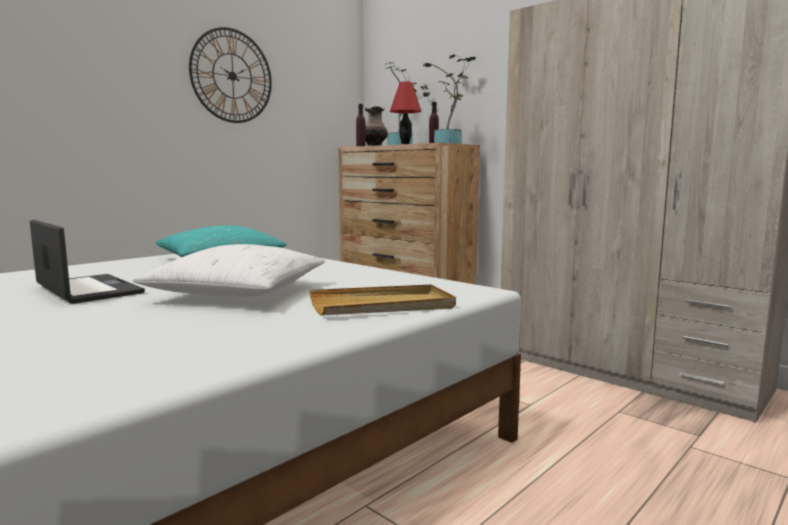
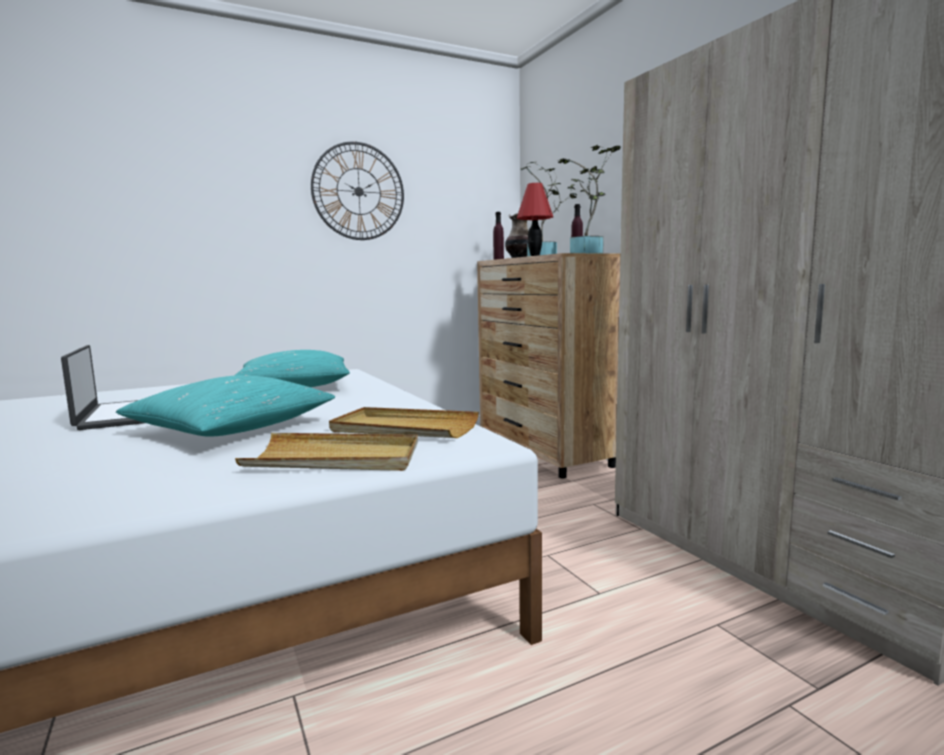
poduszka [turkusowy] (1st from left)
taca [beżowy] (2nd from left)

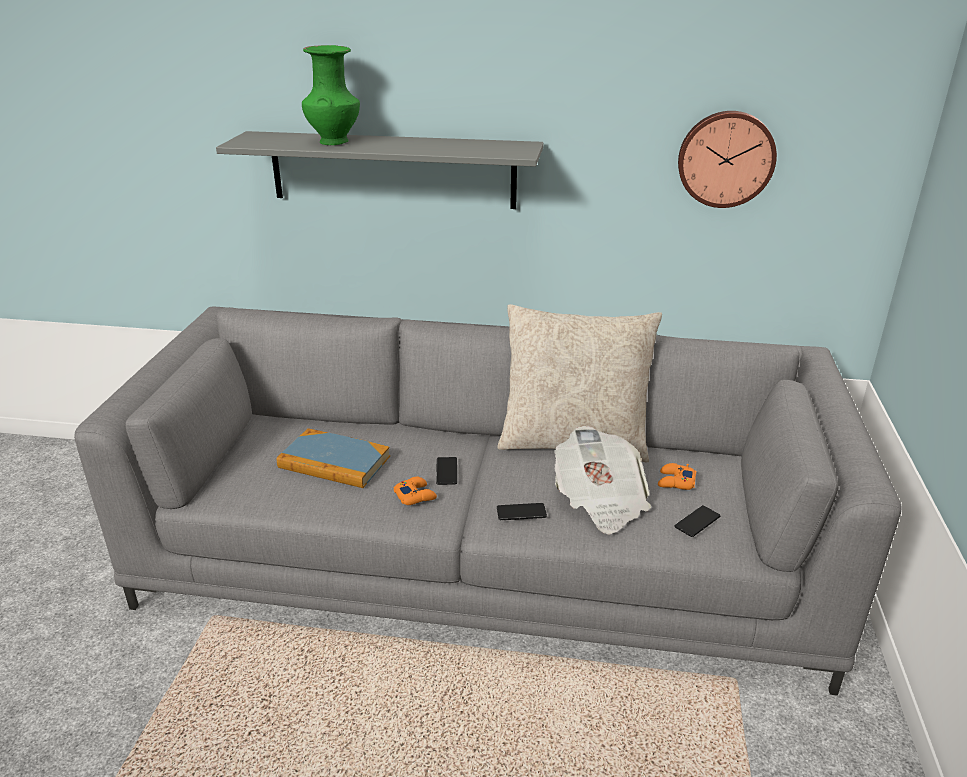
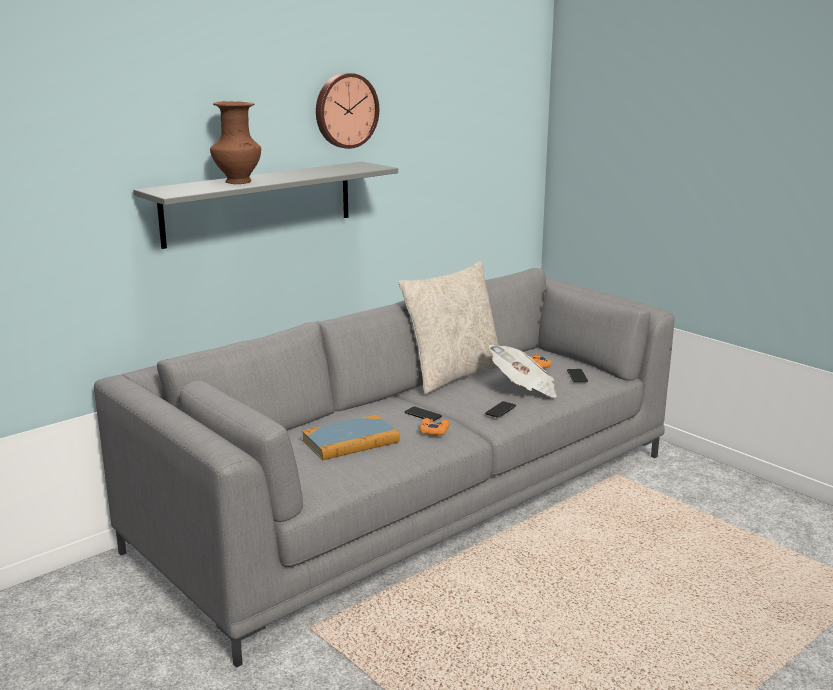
wazon [brązowy]
zegar ścienny

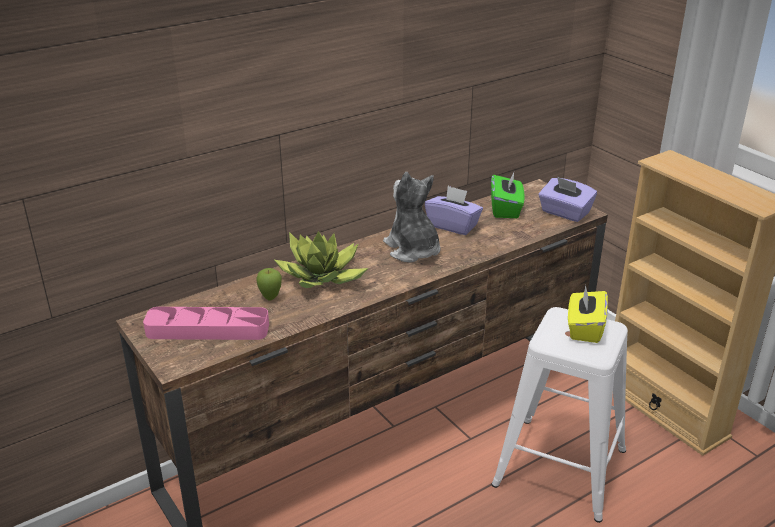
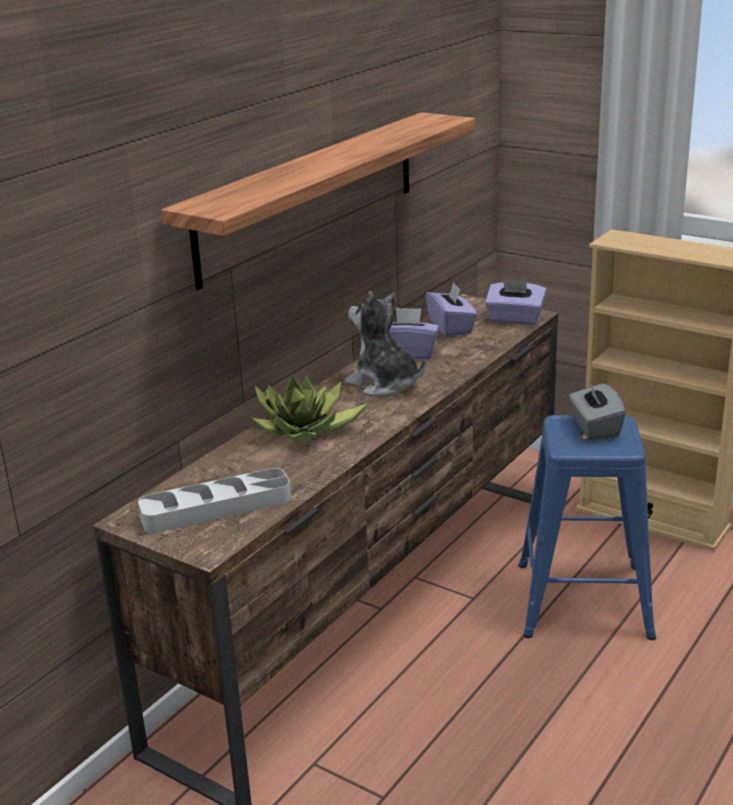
taca [szary]
półka
pudełko chusteczek [fioletowy] (2nd from left)
stołek [niebieski]
pudełko chusteczek [szary]
jabłko

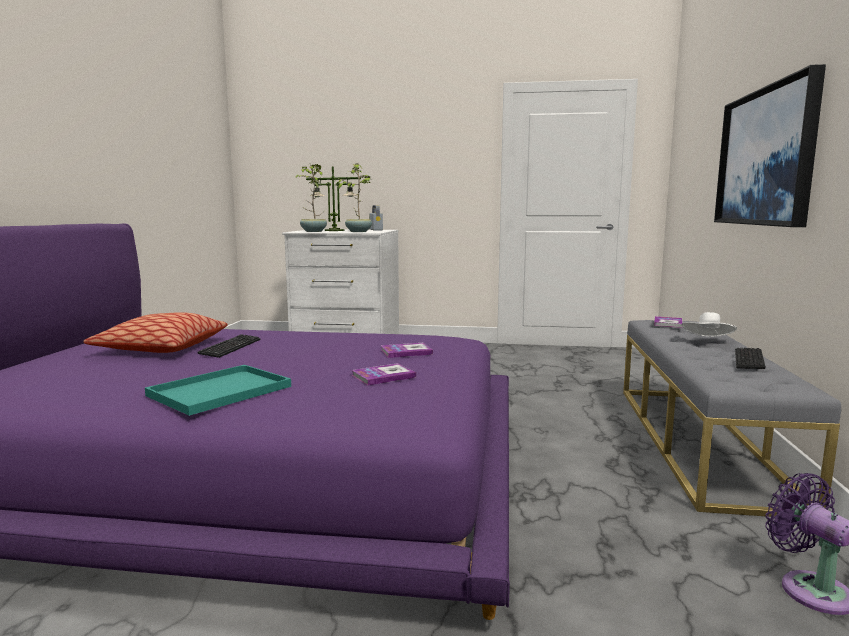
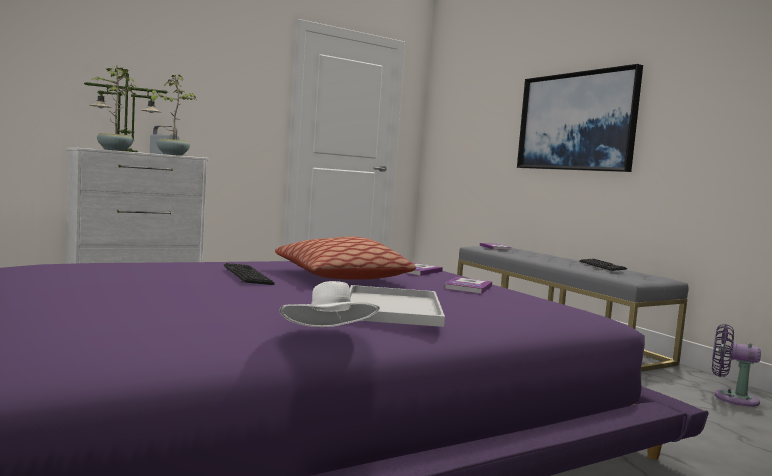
poduszka
kapelusz [biały]
taca [biały]

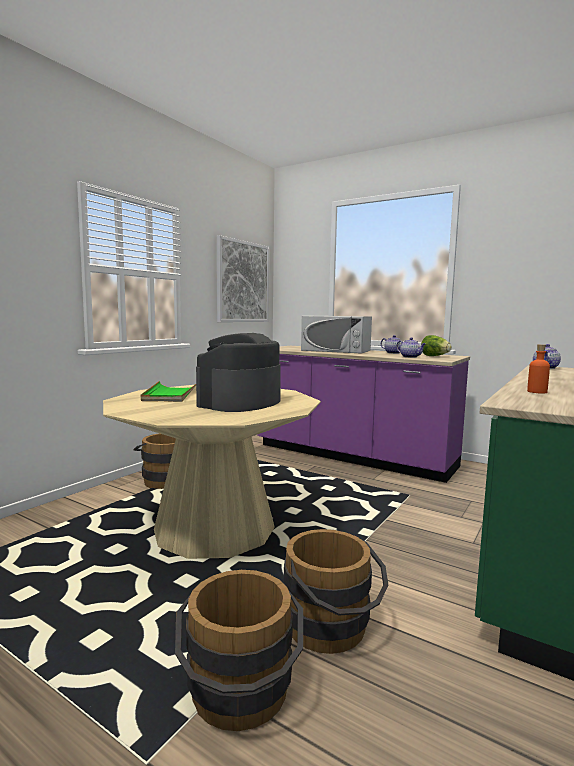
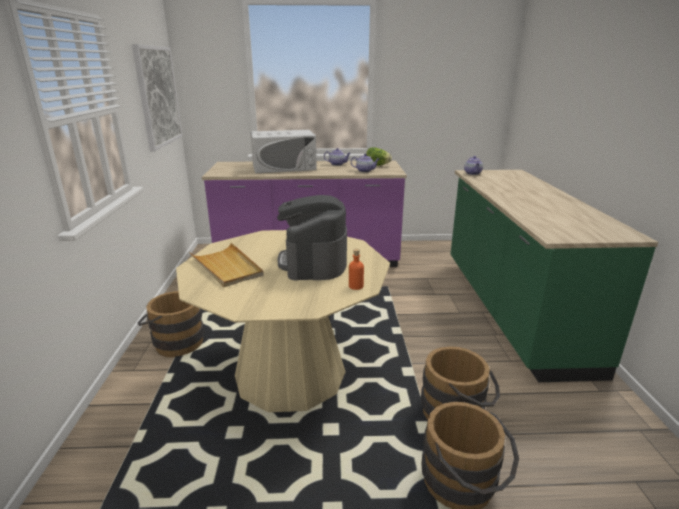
taca [beżowy]
butelka [pomarańczowy]

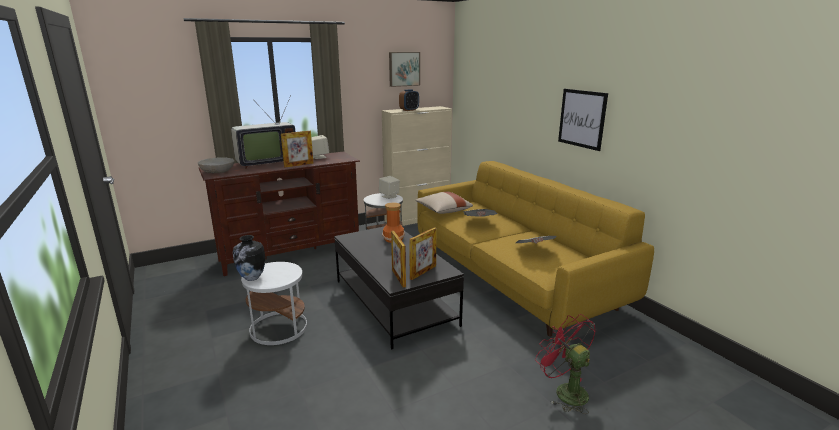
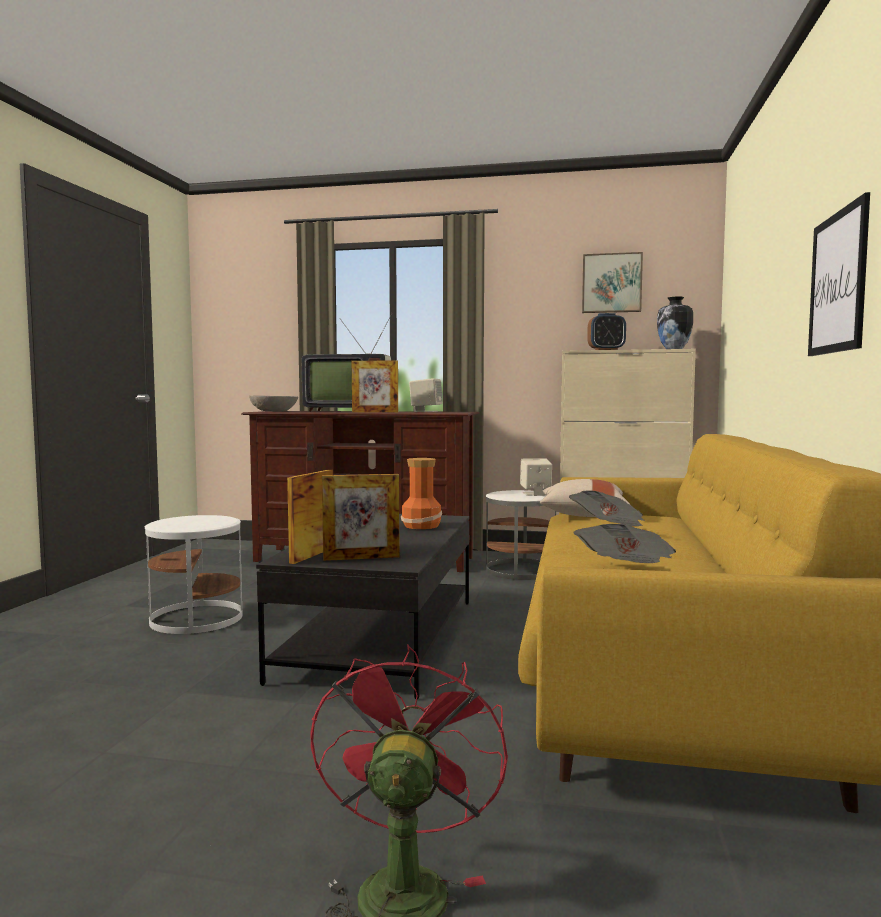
wazon (2nd from left)

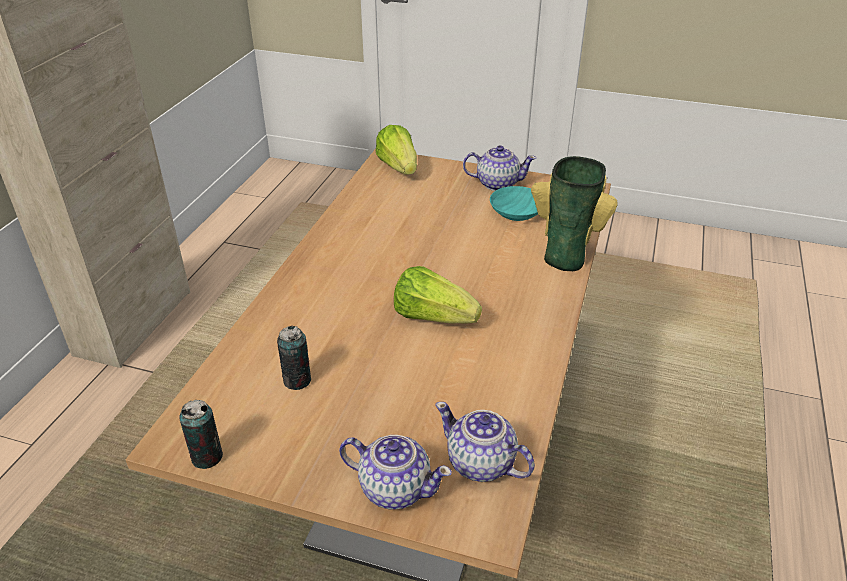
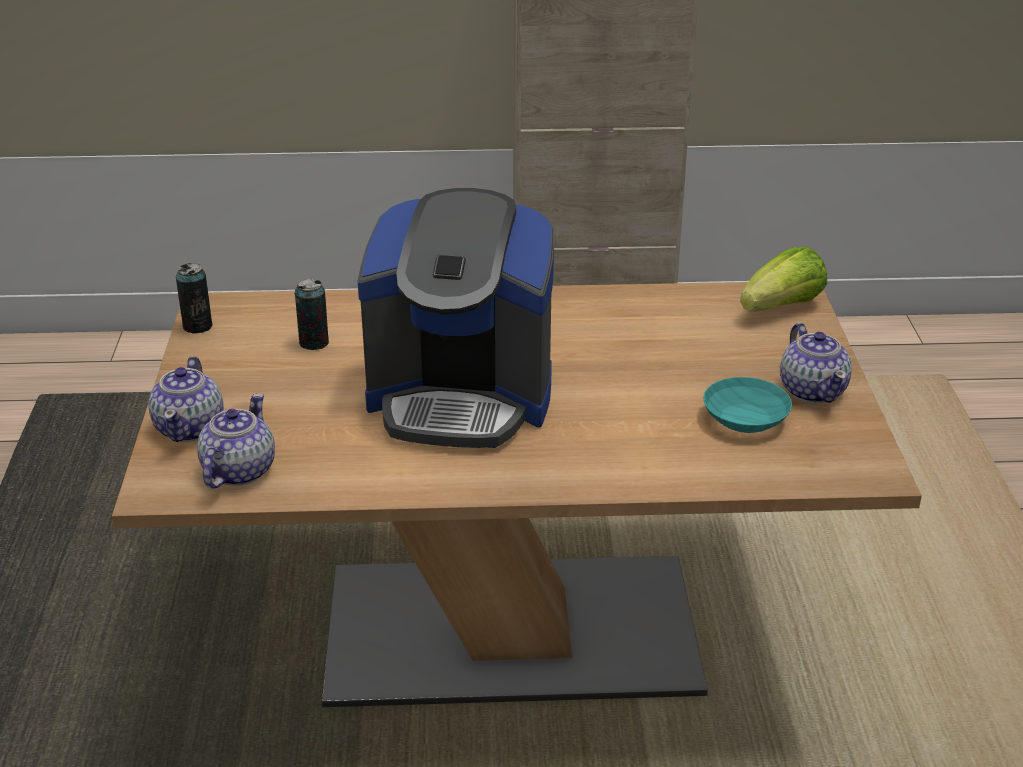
ekspres do kawy
wazon

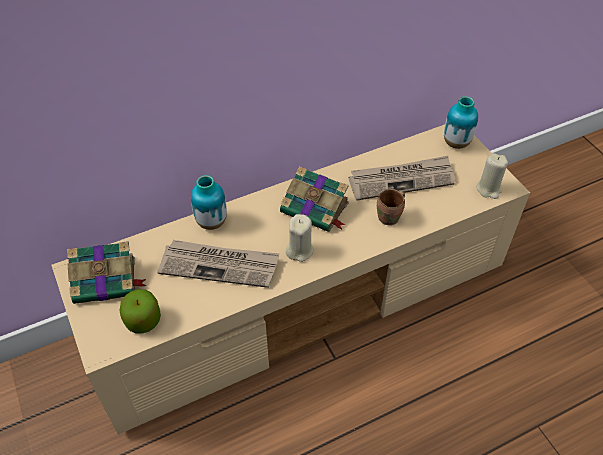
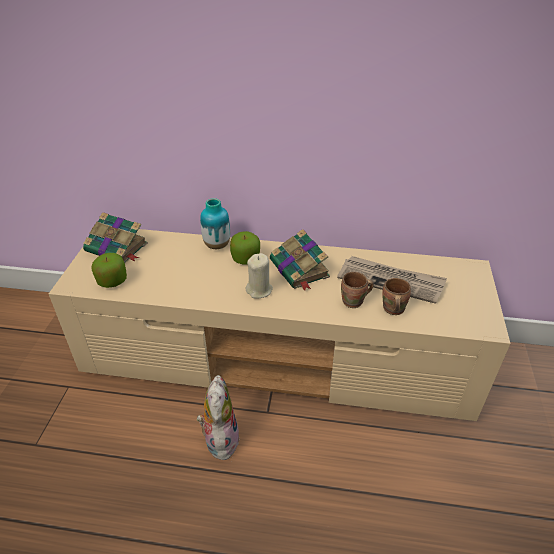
pluszak
jabłko (2nd from left)
kubek [brązowy] (2nd from left)
gazeta (1st from left in the first image)
wazon (2nd from left in the first image)
świeca [beżowy] (2nd from left in the first image)

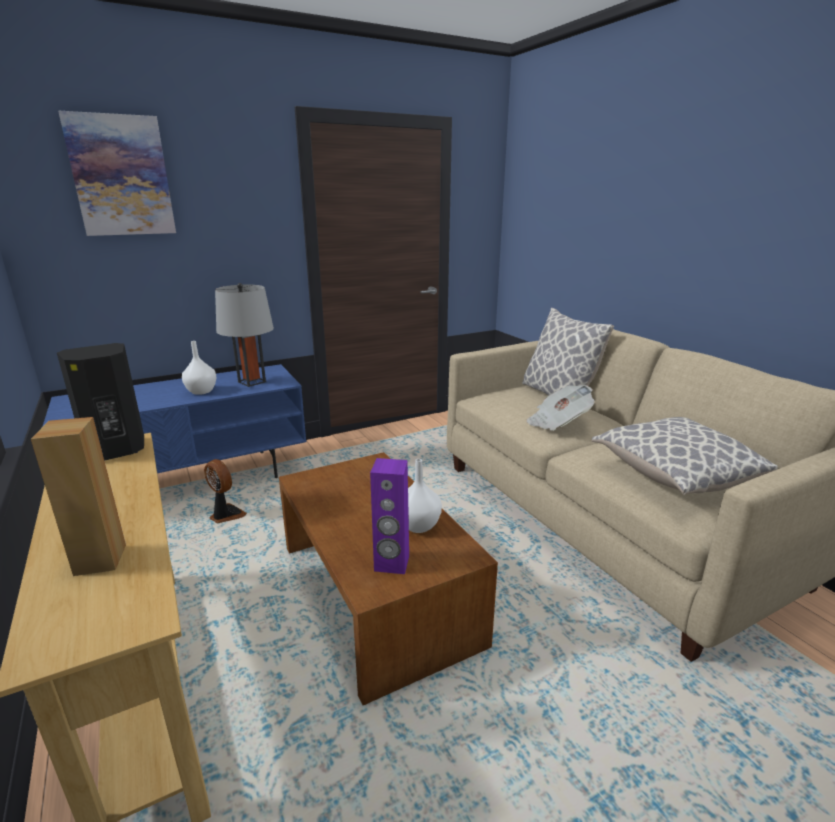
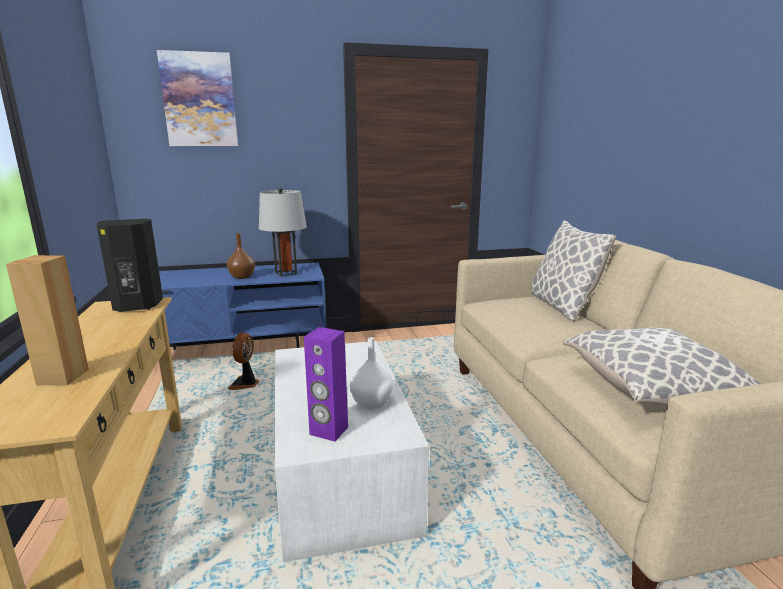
wazon [brązowy]
wentylator
ława [biały]
gazeta

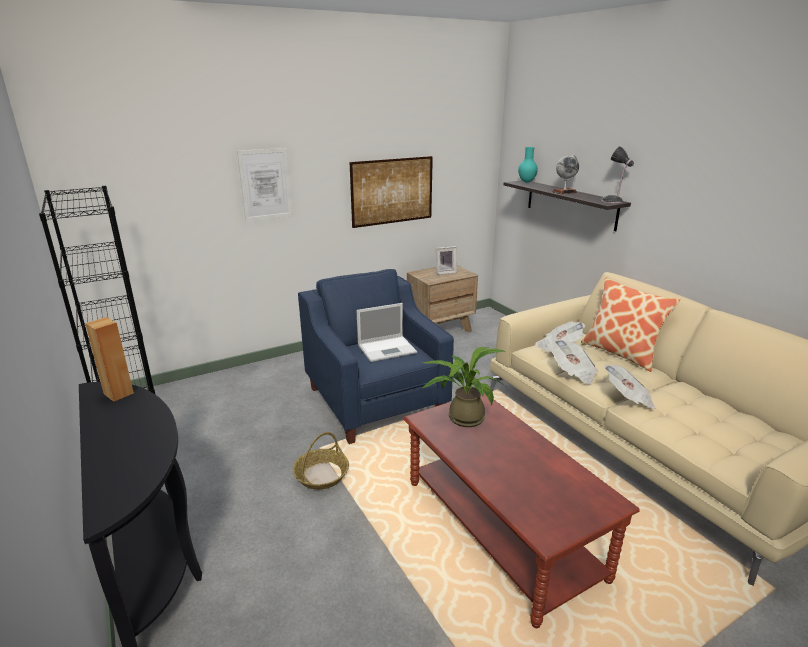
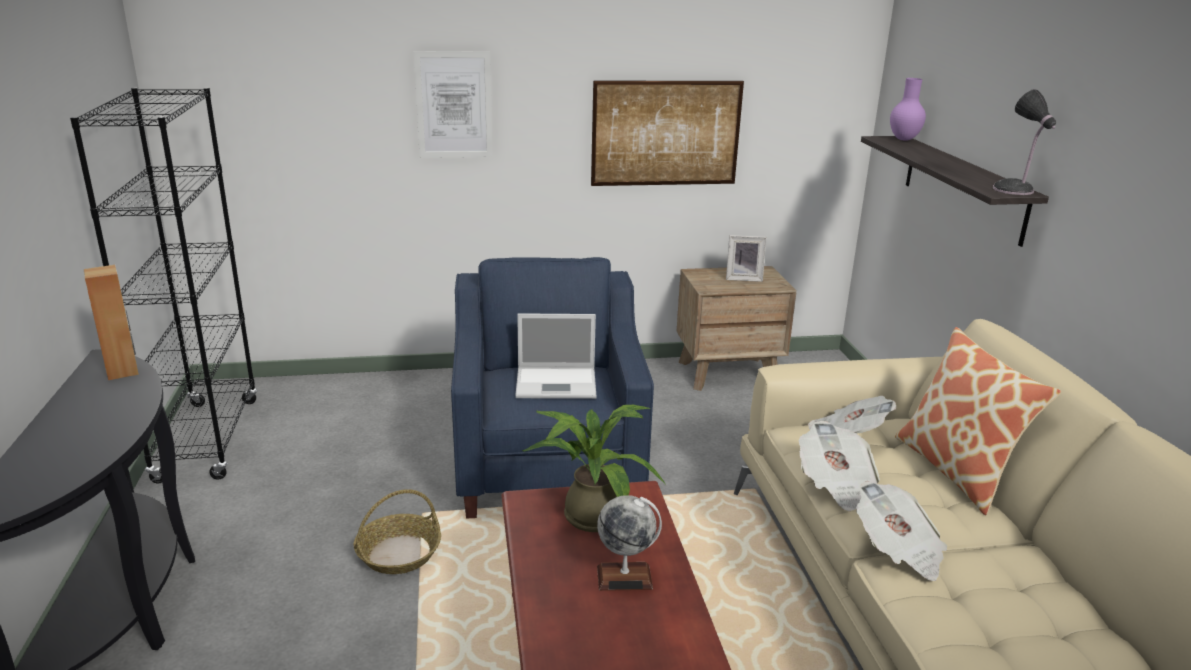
globus
wazon [fioletowy]

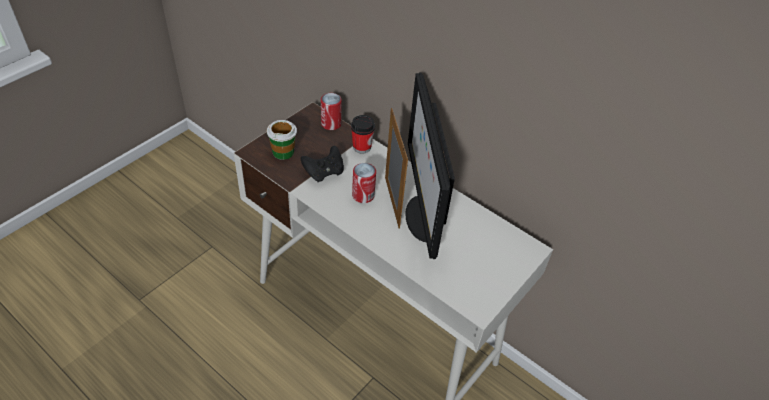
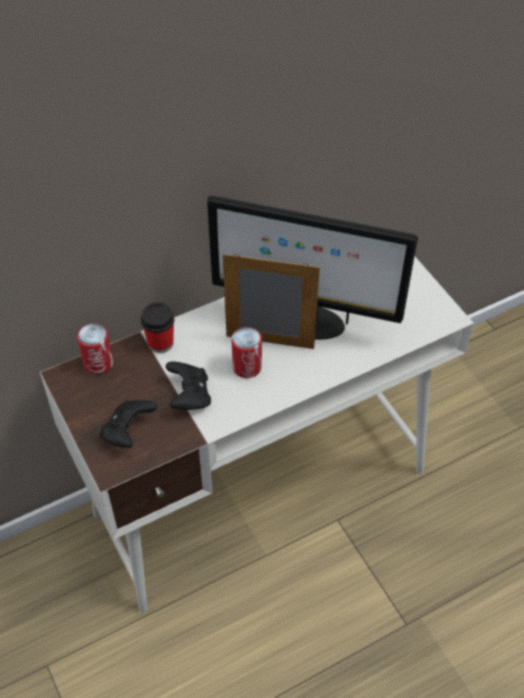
pad do gier [czarny] (1st from left)

